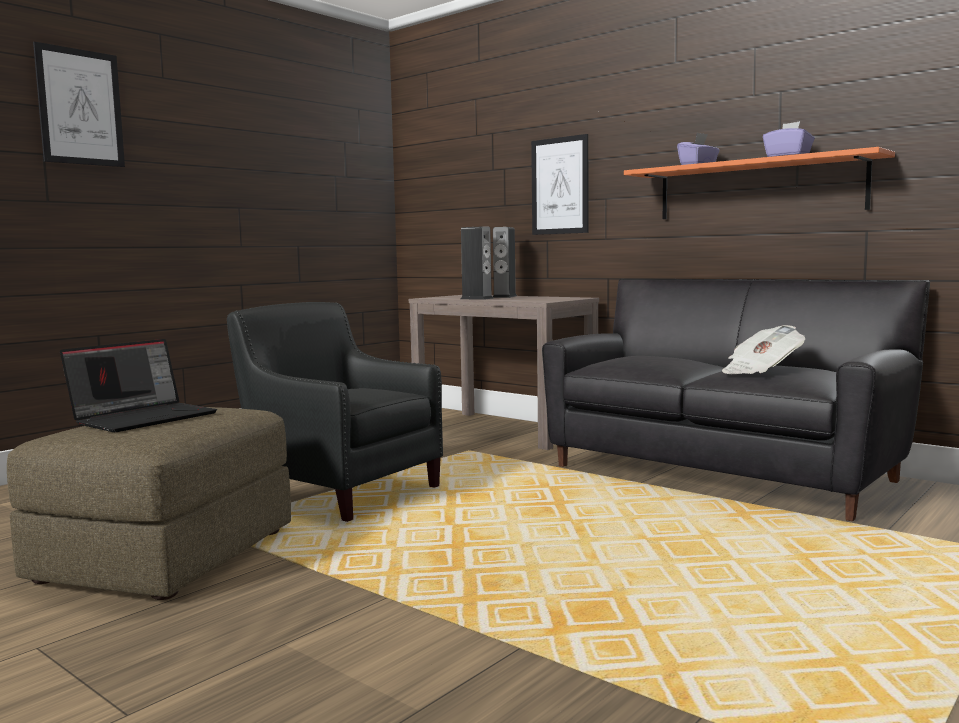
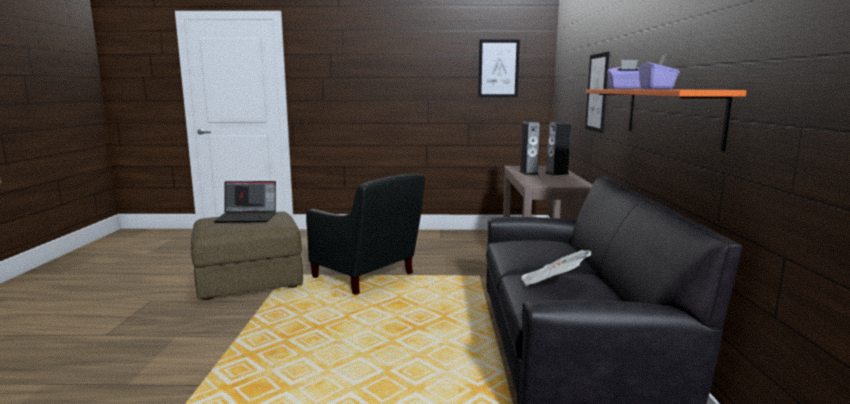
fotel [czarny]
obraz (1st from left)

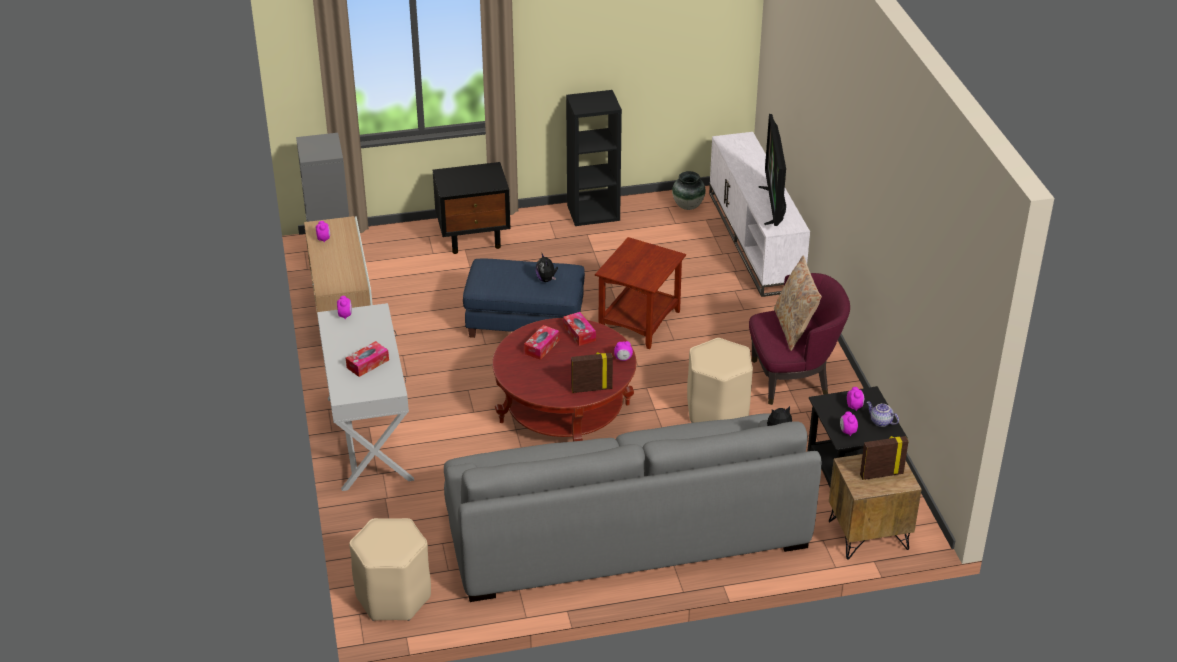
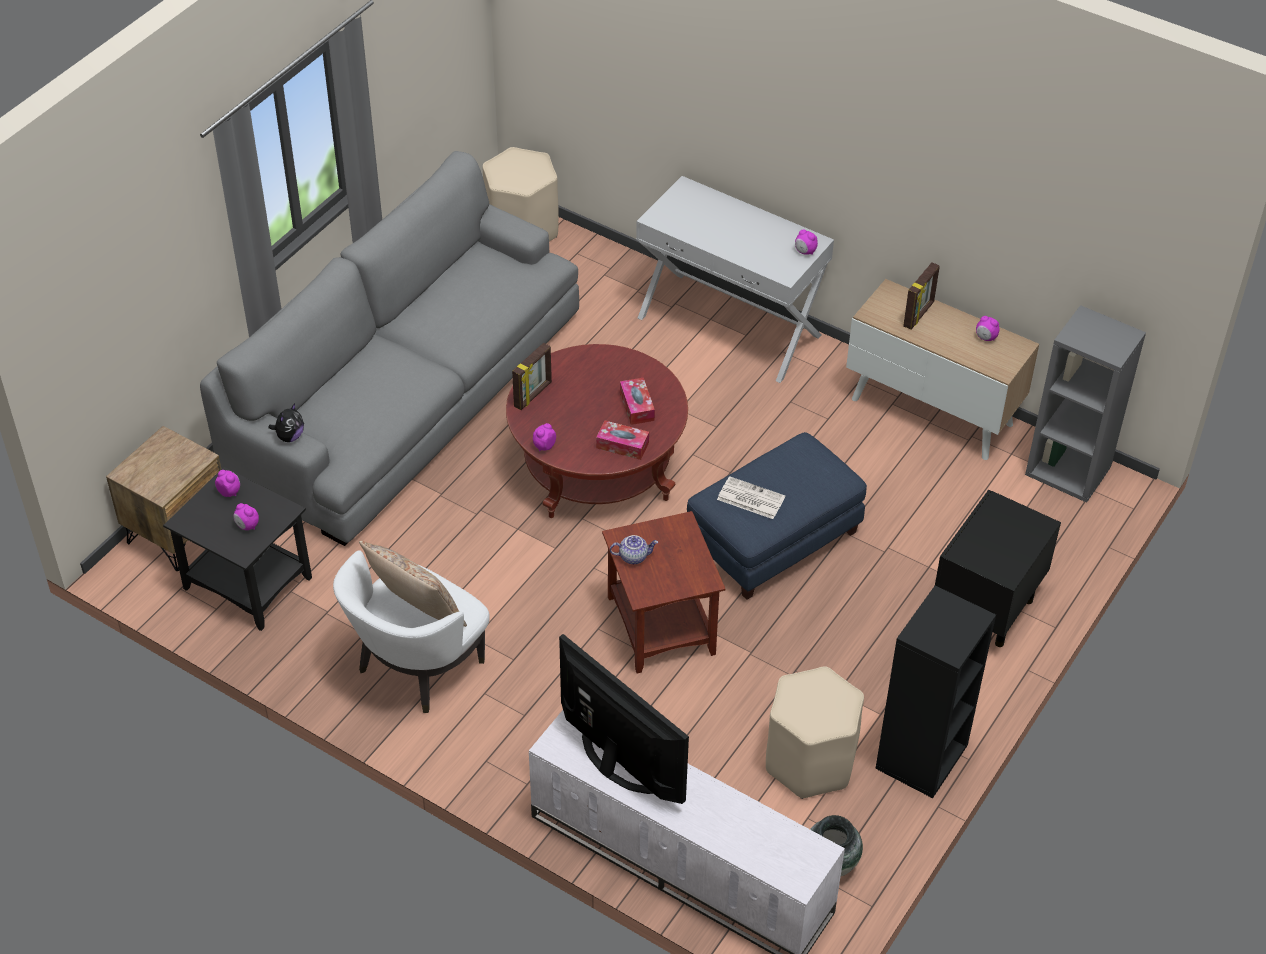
fotel [biały]
imbryk
gazeta
stołek [beżowy] (2nd from left)
ramka na zdjęcie (2nd from left)
pudełko chusteczek (1st from left in the first image)

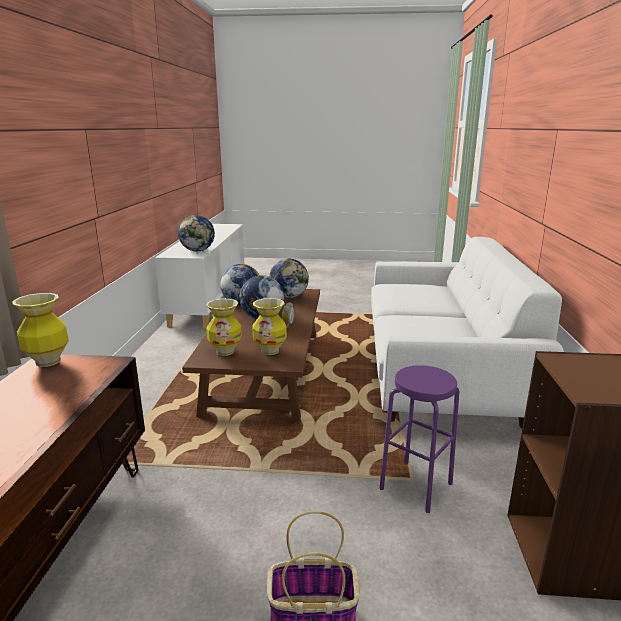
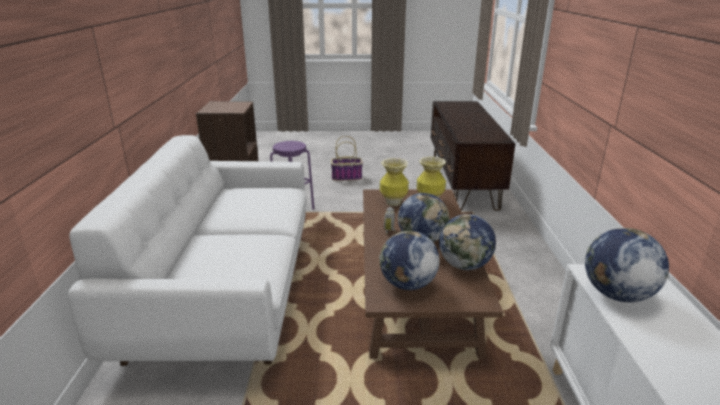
wazon (1st from left in the first image)

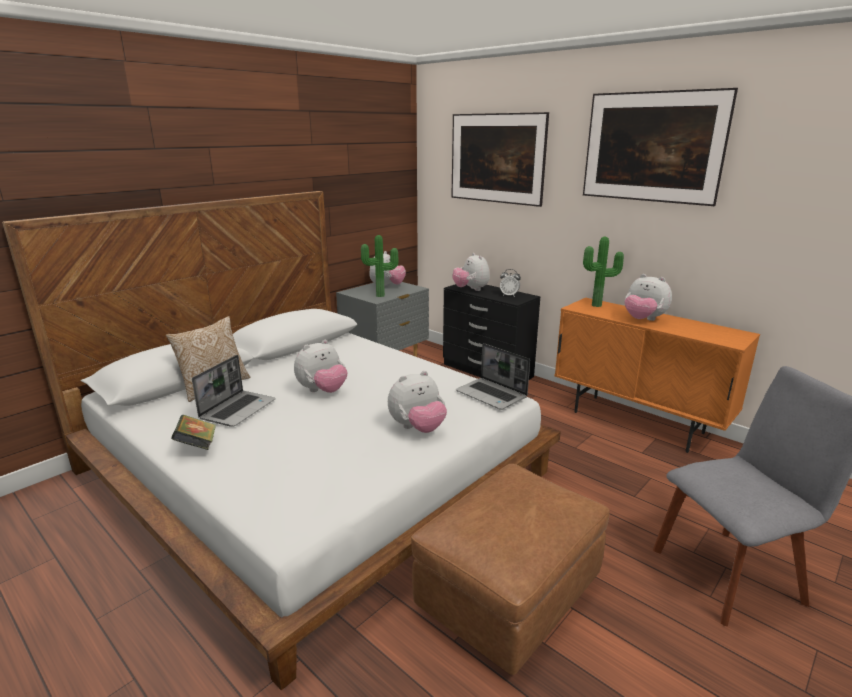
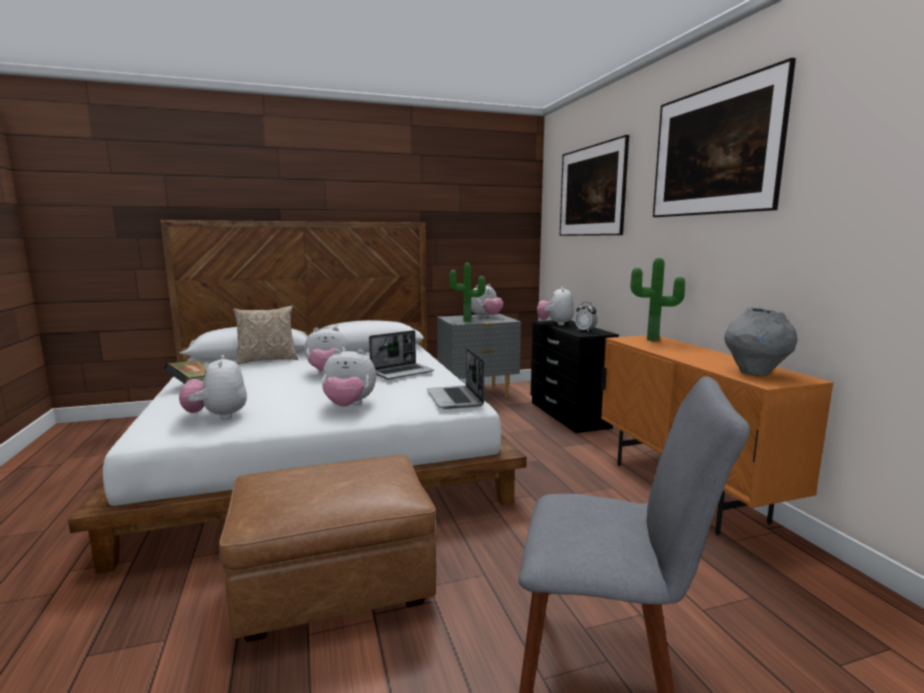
pluszak (1st from left)
laptop (1st from left)
wazon [szary]

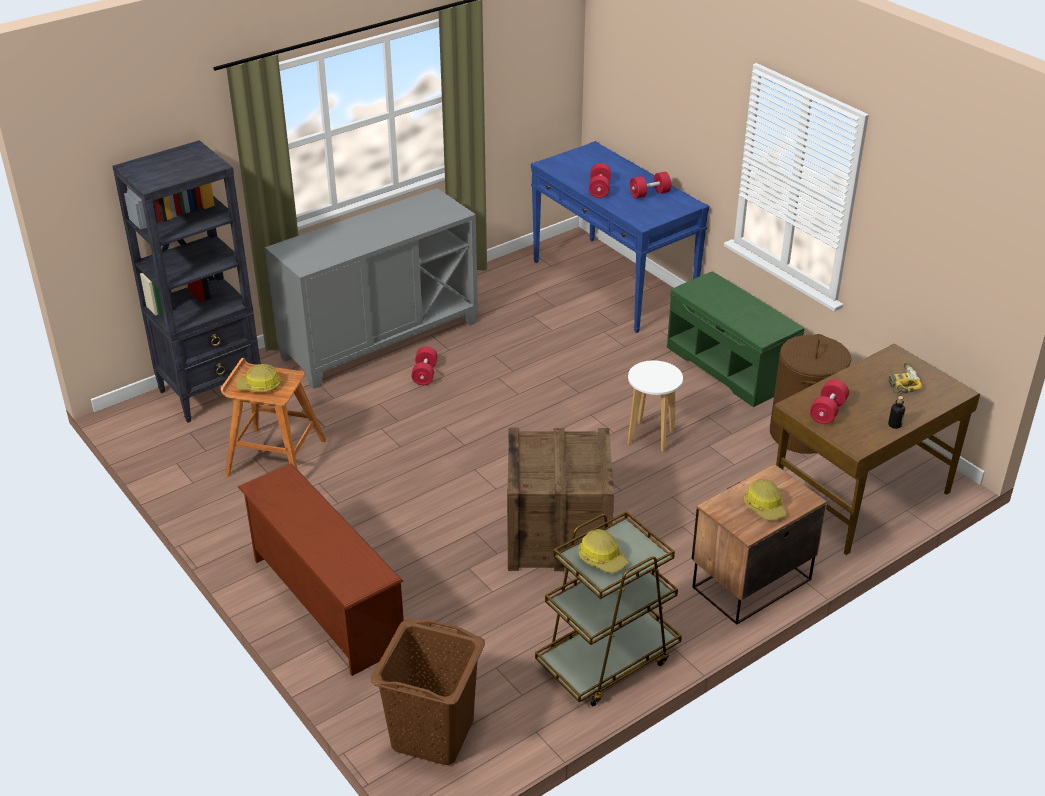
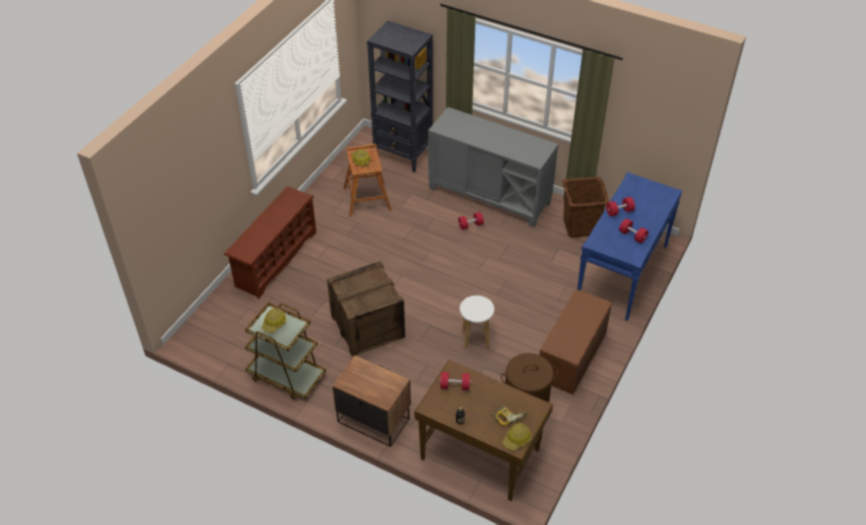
kask (3rd from left)
ławka [brązowy]
kosz na pranie [brązowy] (2nd from left)

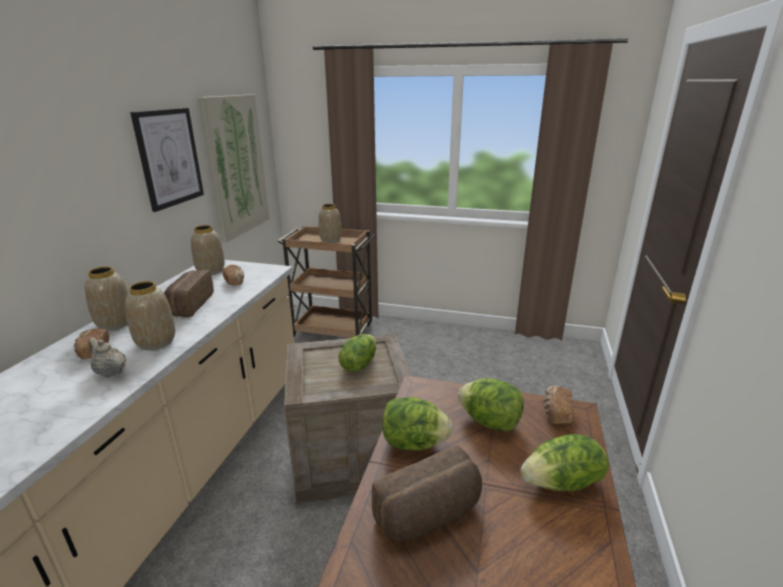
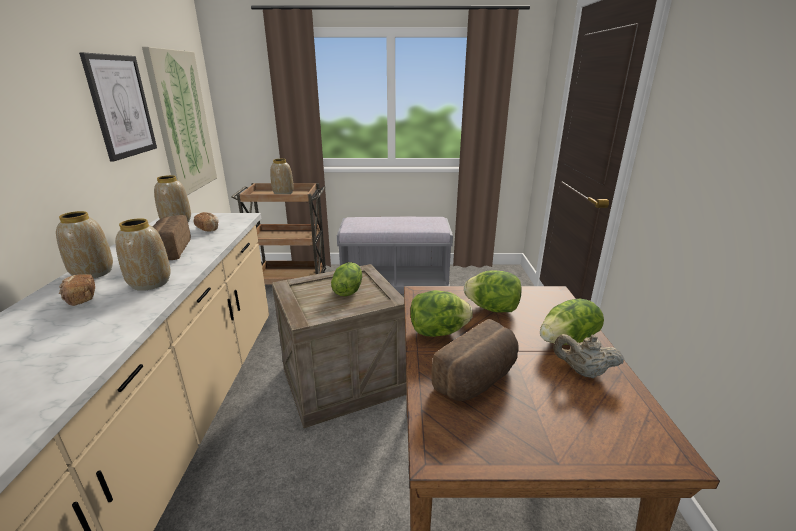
ławka [szary]
imbryk [beżowy]
chleb (5th from left in the first image)

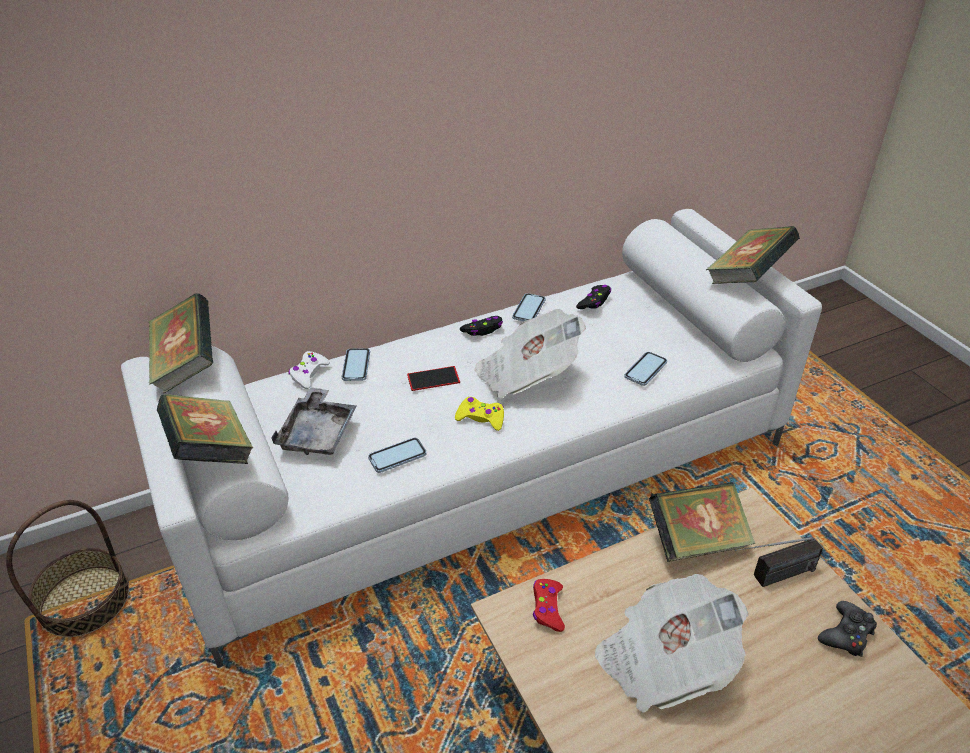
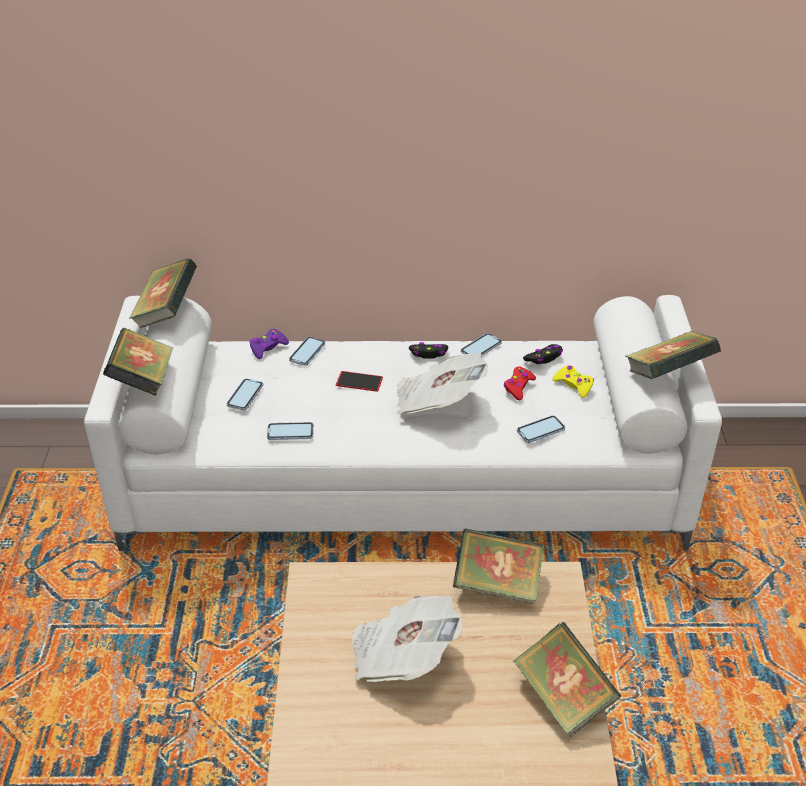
telefon (1st from left)
pad do gier [fioletowy]
pad do gier [czerwony]
książka (4th from left)
pad do gier [żółty]
koszyk
radio

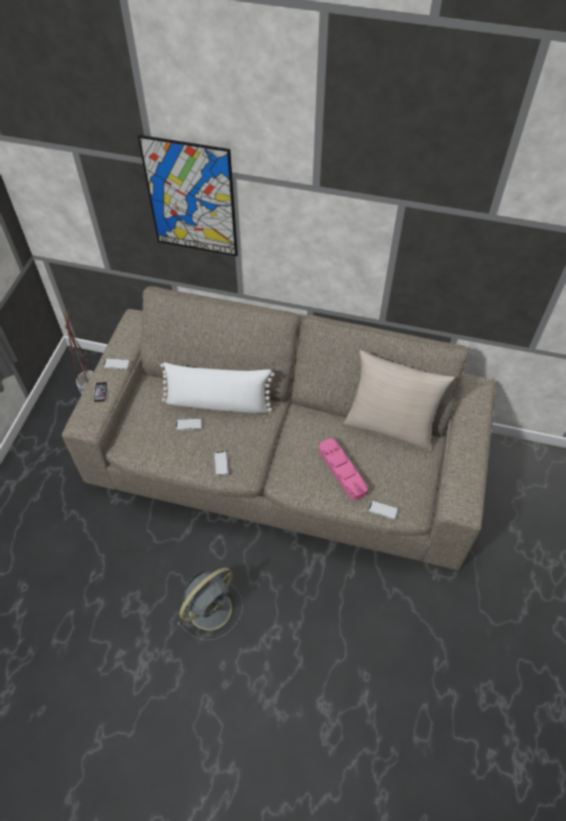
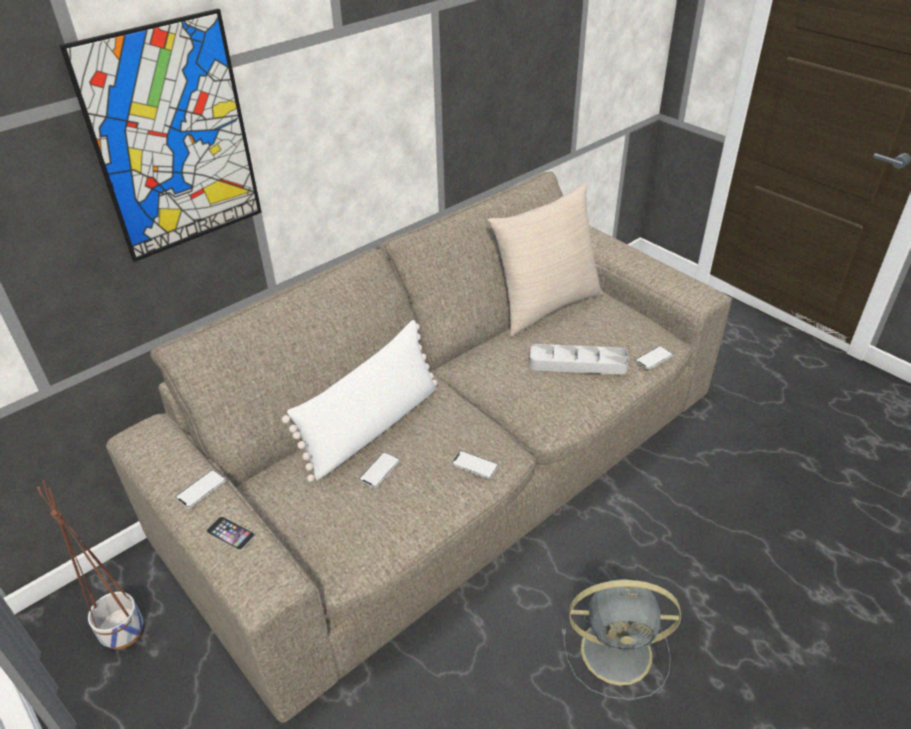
taca [szary]
wentylator [szary]

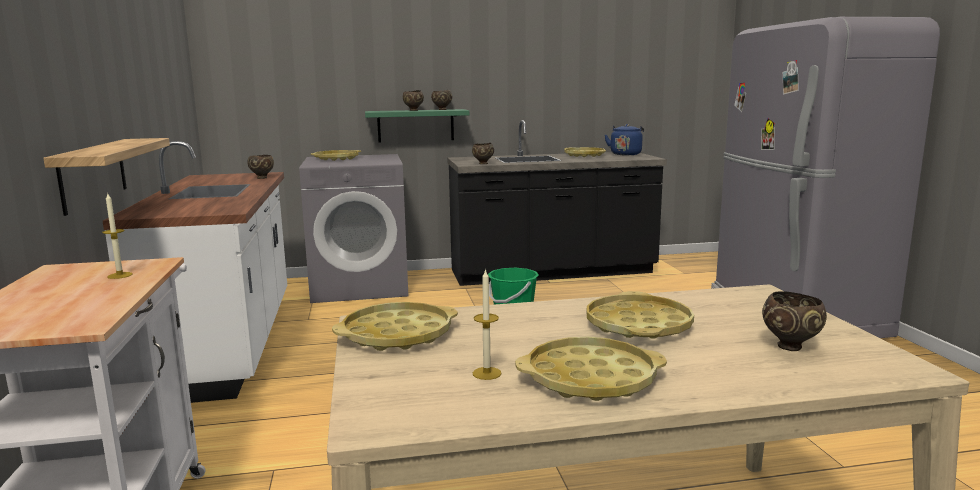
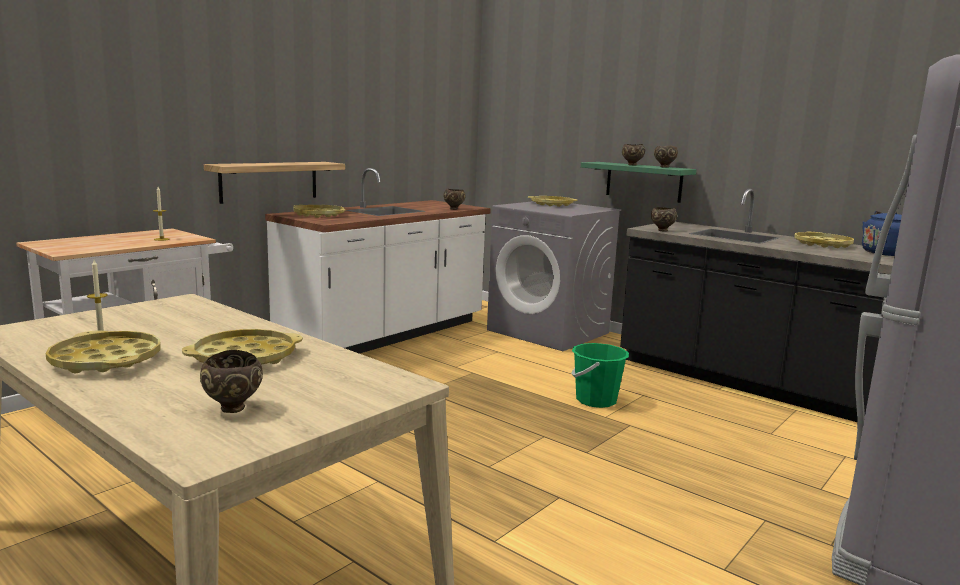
taca [żółty] (3rd from left)

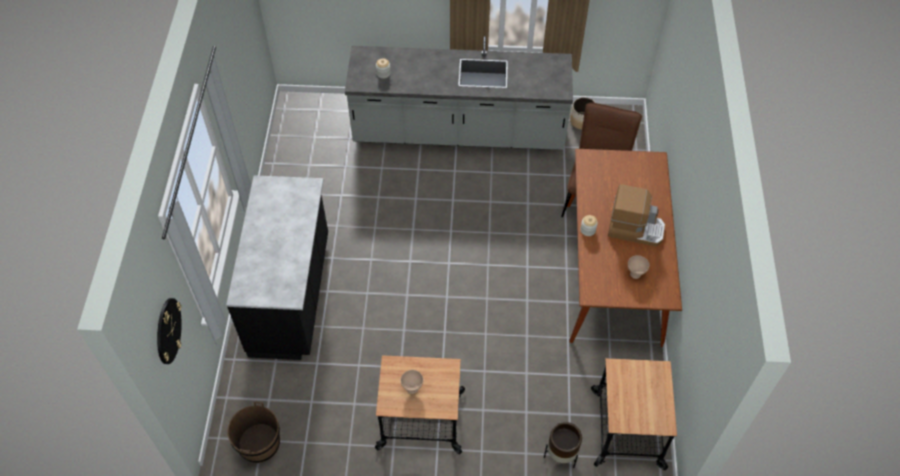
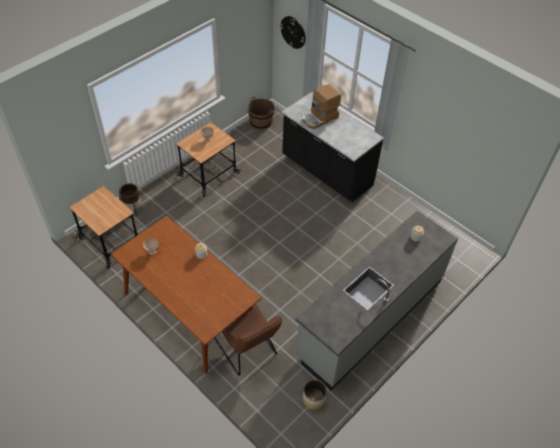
ekspres do kawy

